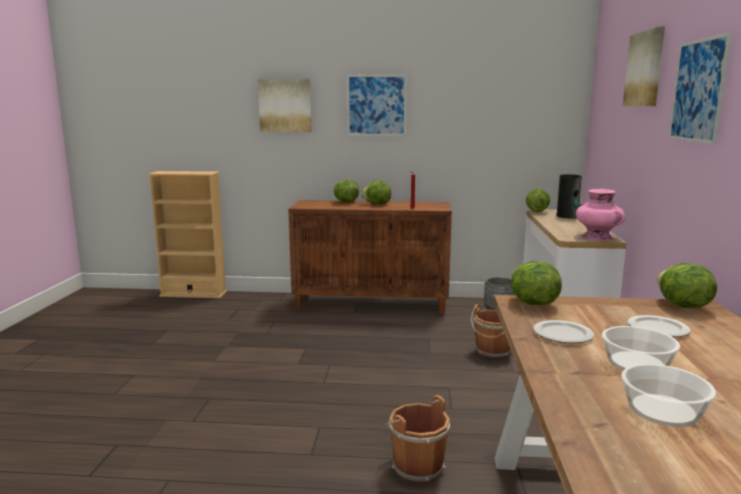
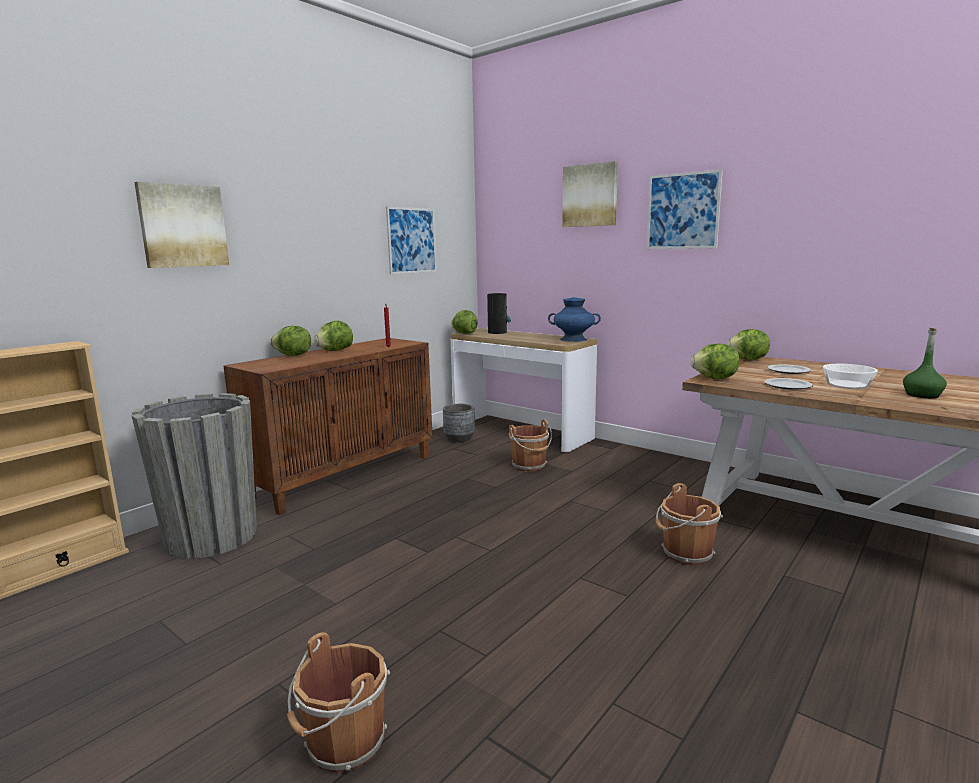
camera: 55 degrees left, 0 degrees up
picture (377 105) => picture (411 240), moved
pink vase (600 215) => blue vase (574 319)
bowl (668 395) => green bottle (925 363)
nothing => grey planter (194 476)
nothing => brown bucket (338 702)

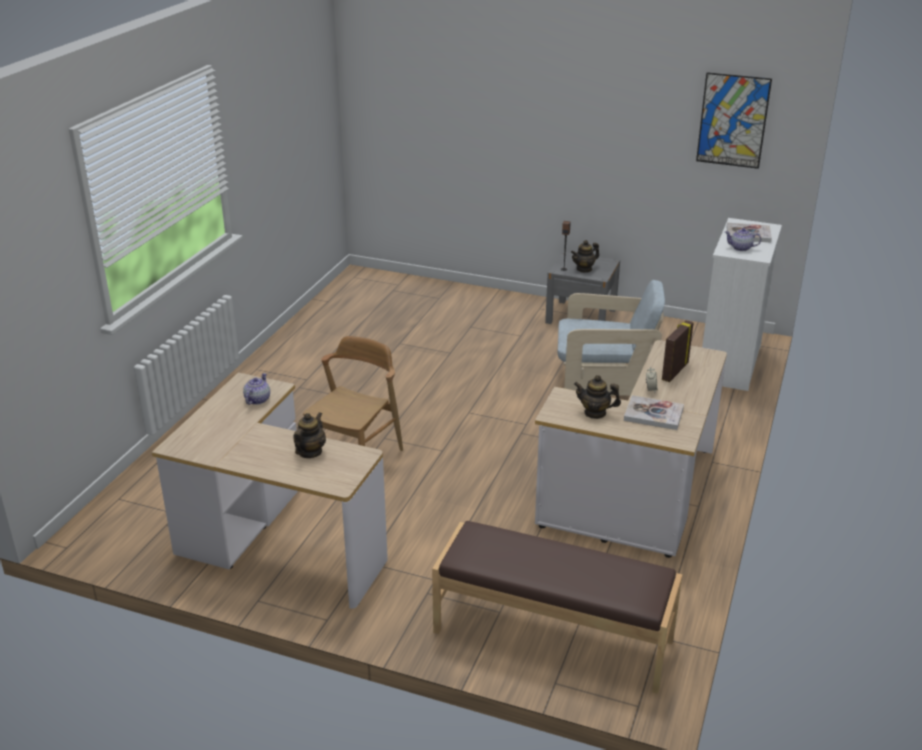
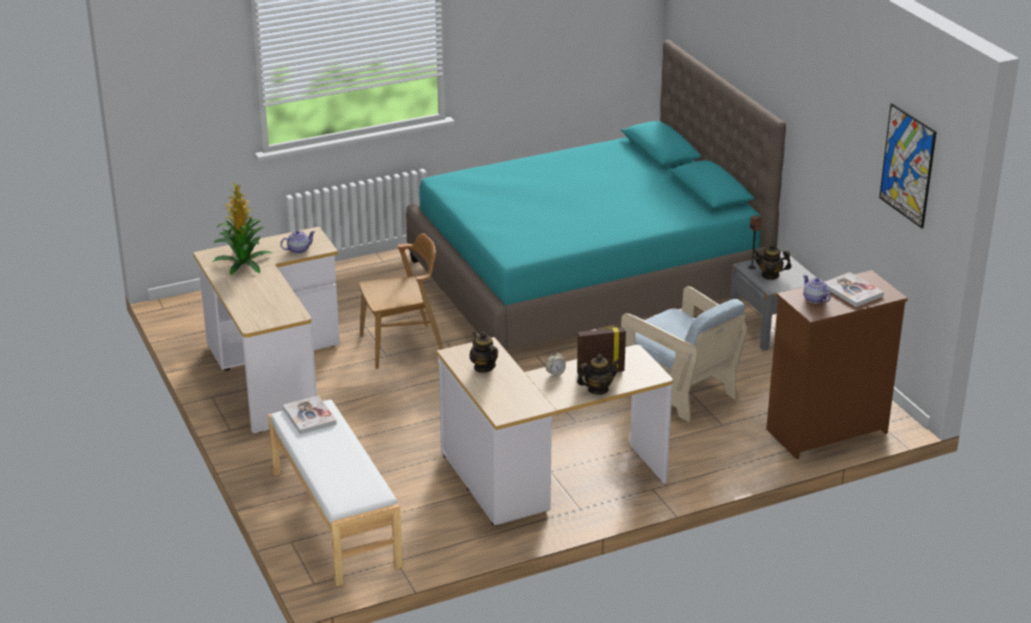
camera: 45 degrees right, 0 degrees up
white dresser (742 304) => brown dresser (837 364)
book (654 412) => book (310 414), moved
teapot (309 435) => teapot (598 374), moved
brown bench (557 607) => white bench (335 492)
nothing => turquoise bed (596 195)
nothing => potted plant (242 228)

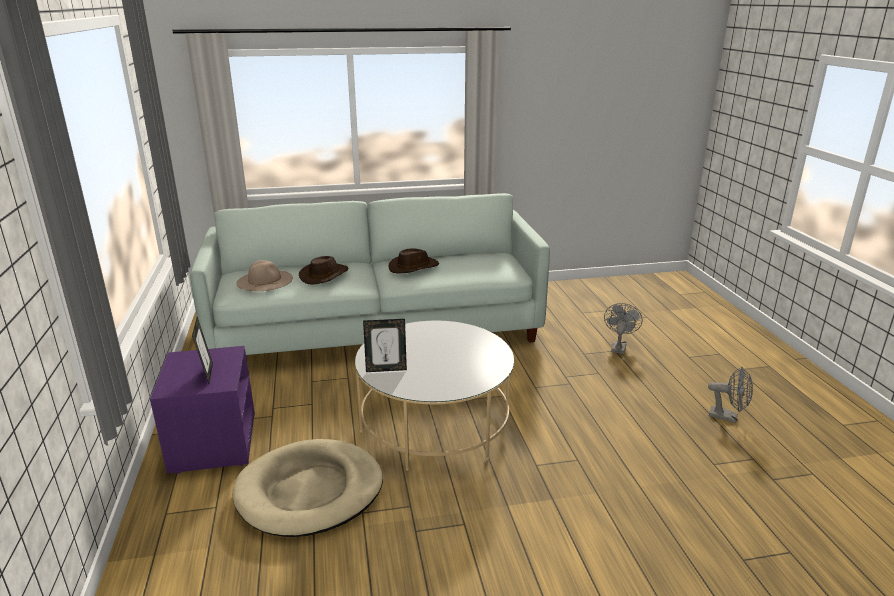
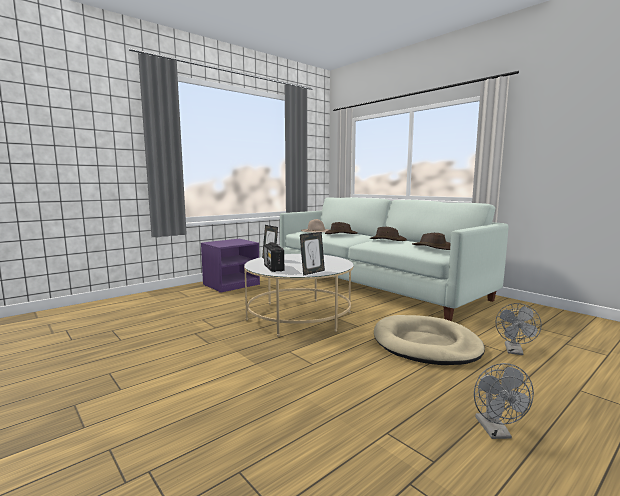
camera: 60 degrees right, 15 degrees down
grey fan (623 328) => grey fan (519 329), 120 degrees clockwise
picture frame (202 350) => picture frame (312 254), moved
beige dog bed (307 488) => beige dog bed (429 340), moved
nothing => brown hat (431 241)
nothing => radio (274 257)

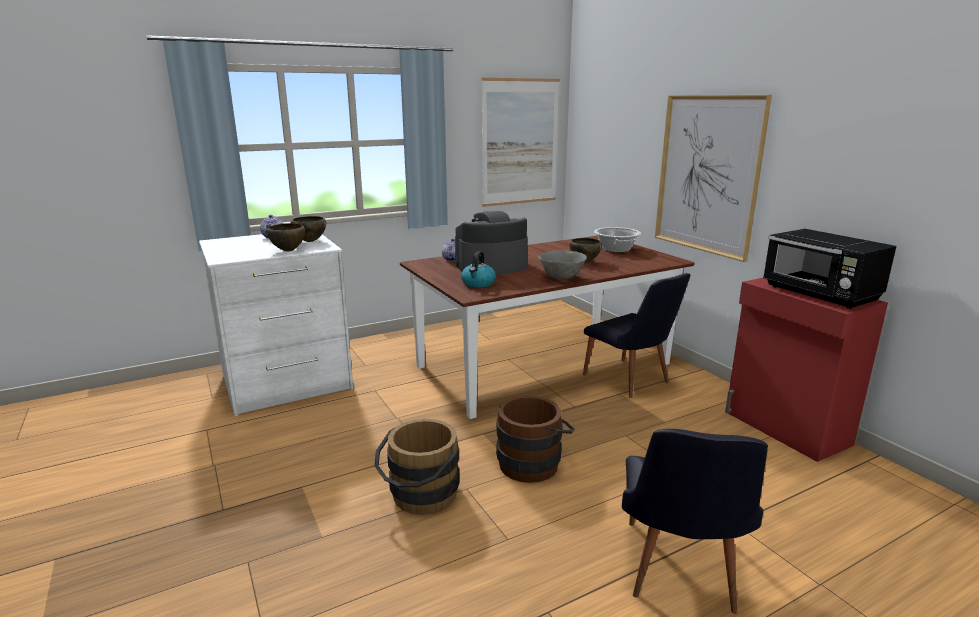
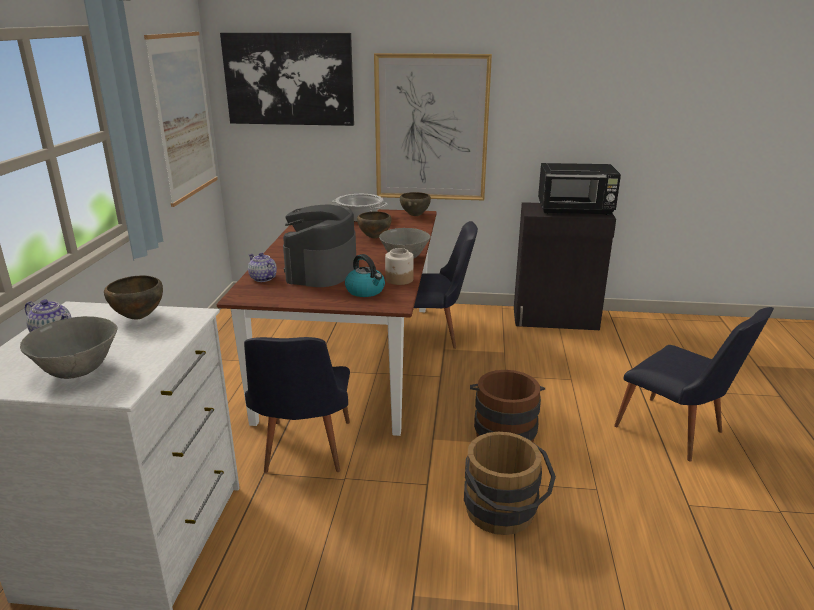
camera: 55 degrees left, 5 degrees up
brown bowl (286 237) => brown bowl (415 204), moved
red cabinet (806 370) => black cabinet (565 266)
nothing => picture (287 79)
nothing => jar (399 266)
nothing => grey bowl (69 347)
nothing => black chair (297 405)

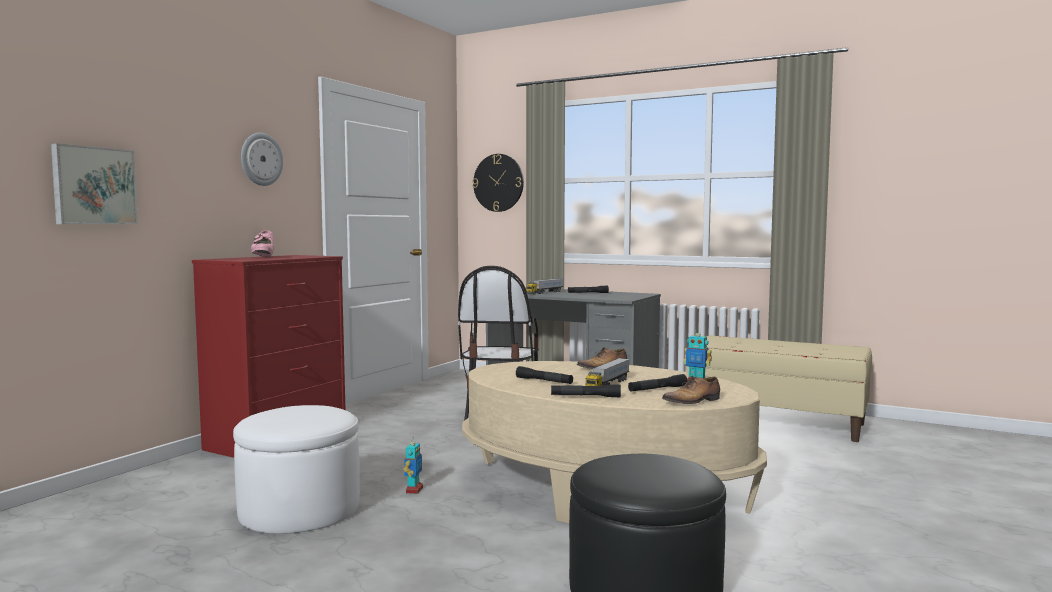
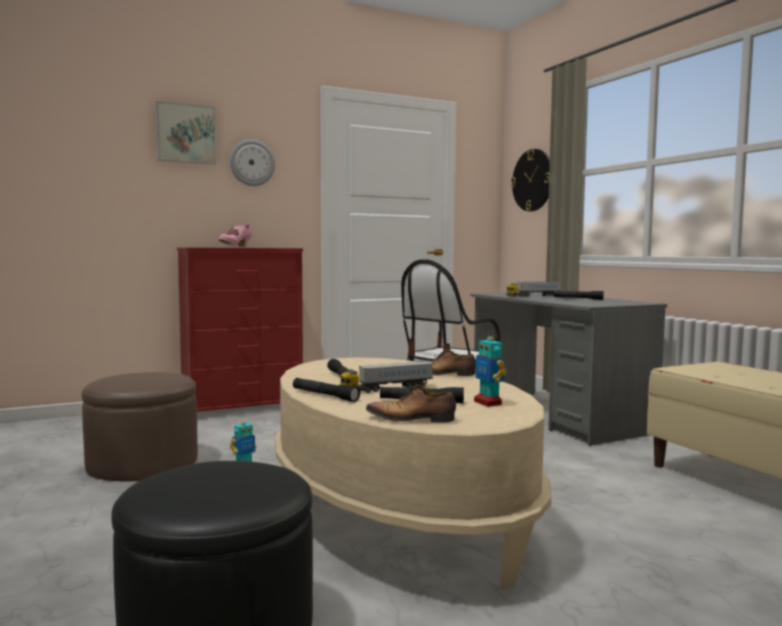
camera: 35 degrees right, 0 degrees up
picture (94 183) => picture (186 132), moved
white ottoman (296 469) => brown ottoman (140 427)

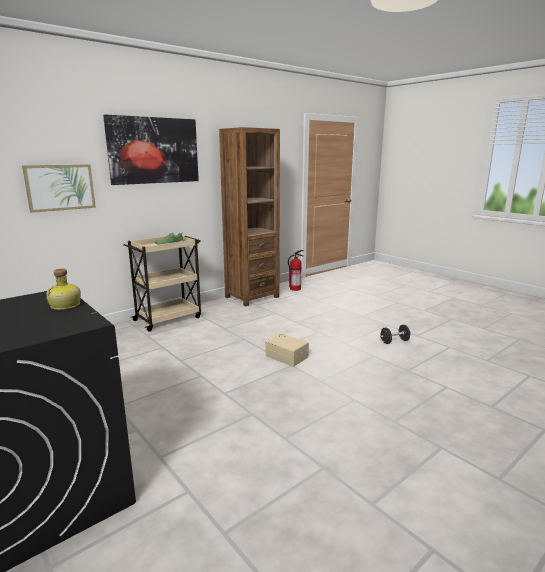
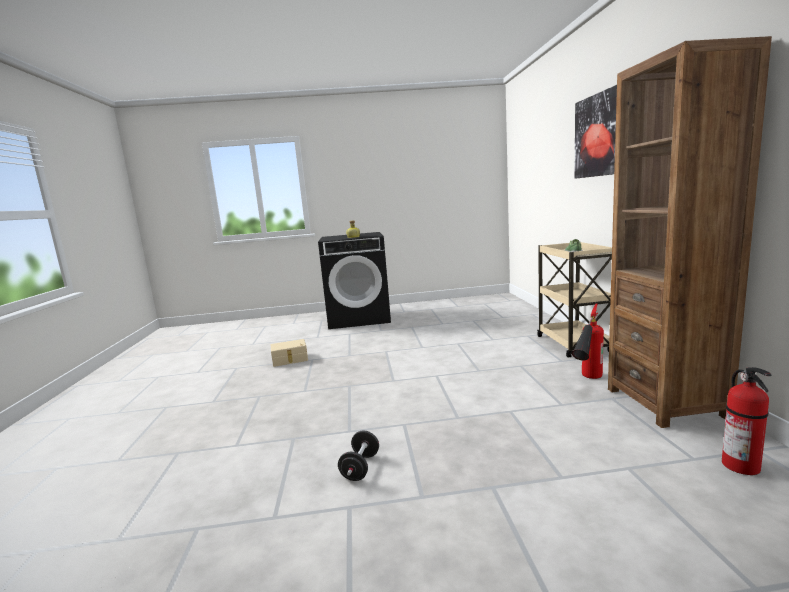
camera: 125 degrees right, 5 degrees down
picture (59 188) => nothing
beige storage box (287 350) => beige storage box (289 353), moved
nothing => fire extinguisher (588 341)

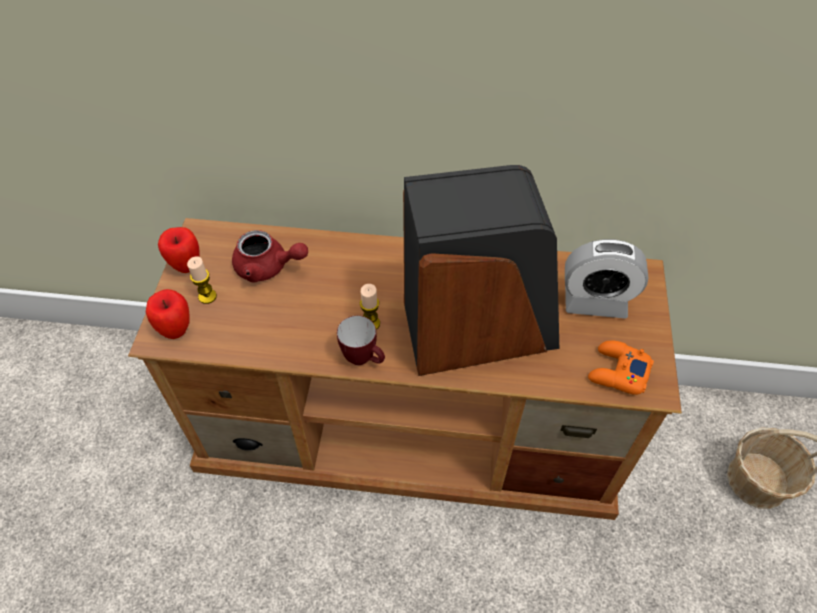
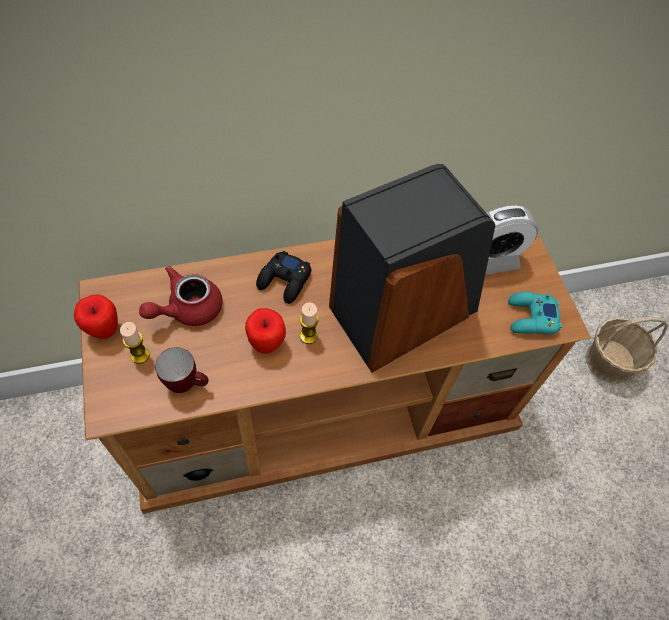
camera: 25 degrees left, 5 degrees up
red teapot (270 256) => red teapot (181 296), 150 degrees clockwise
apple (168 314) => apple (265 331), moved
mug (361 340) => mug (181 370), moved
orange game controller (621 367) => turquoise game controller (535 313)
nothing => black game controller (283 277)

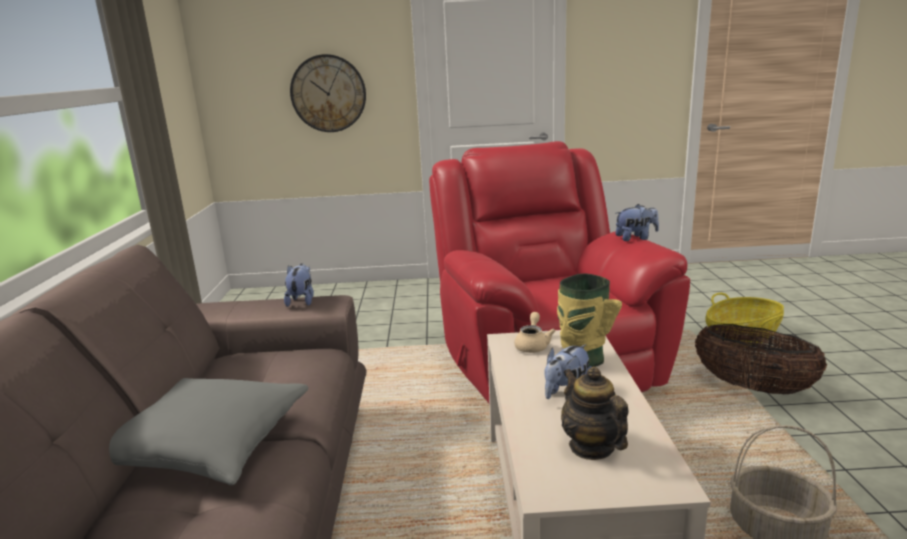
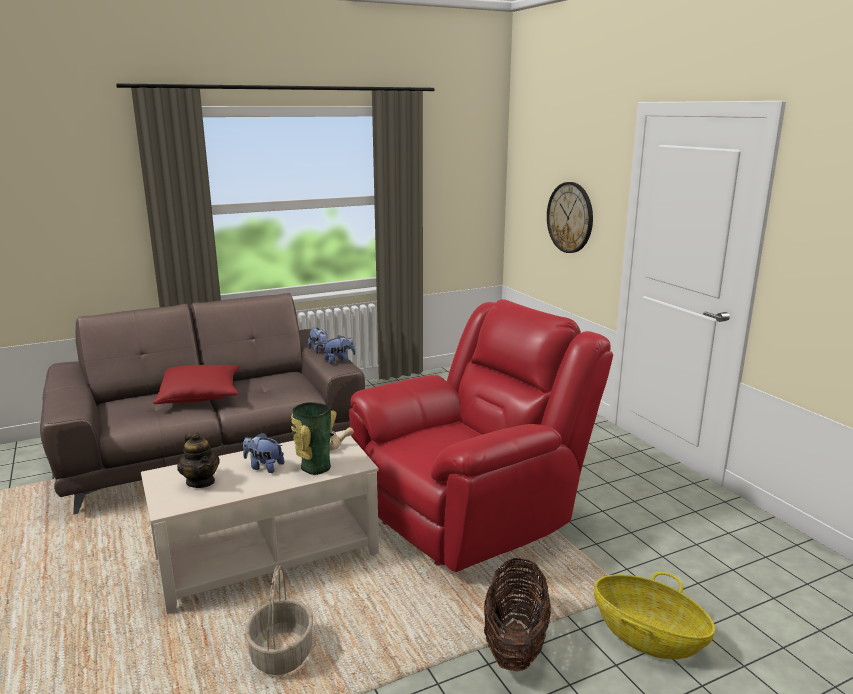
camera: 65 degrees right, 0 degrees up
plush toy (637 222) => plush toy (318 340), moved
teapot (595 413) => teapot (198 460), 105 degrees clockwise
grey pillow (208 431) => red pillow (196 384)

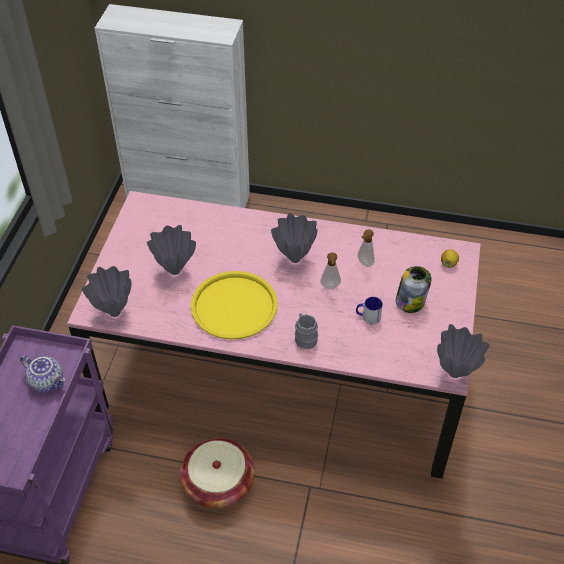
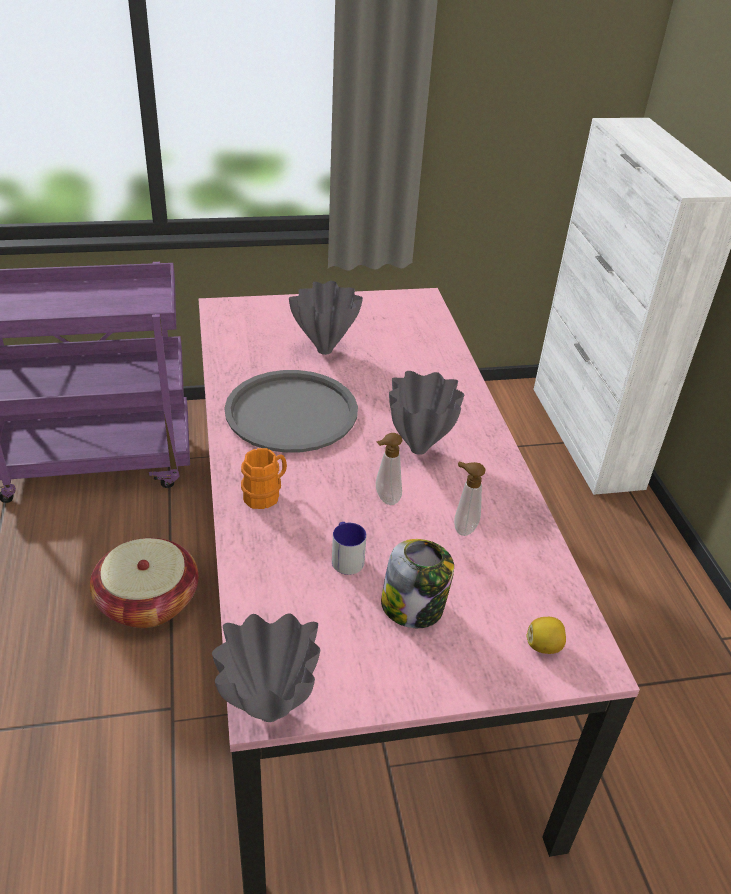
camera: 65 degrees right, 10 degrees down
grey vase (106 291) => nothing
yellow tray (234 305) => grey tray (291 411)
grey mug (306 331) => orange mug (264 478)
teapot (42 373) => nothing

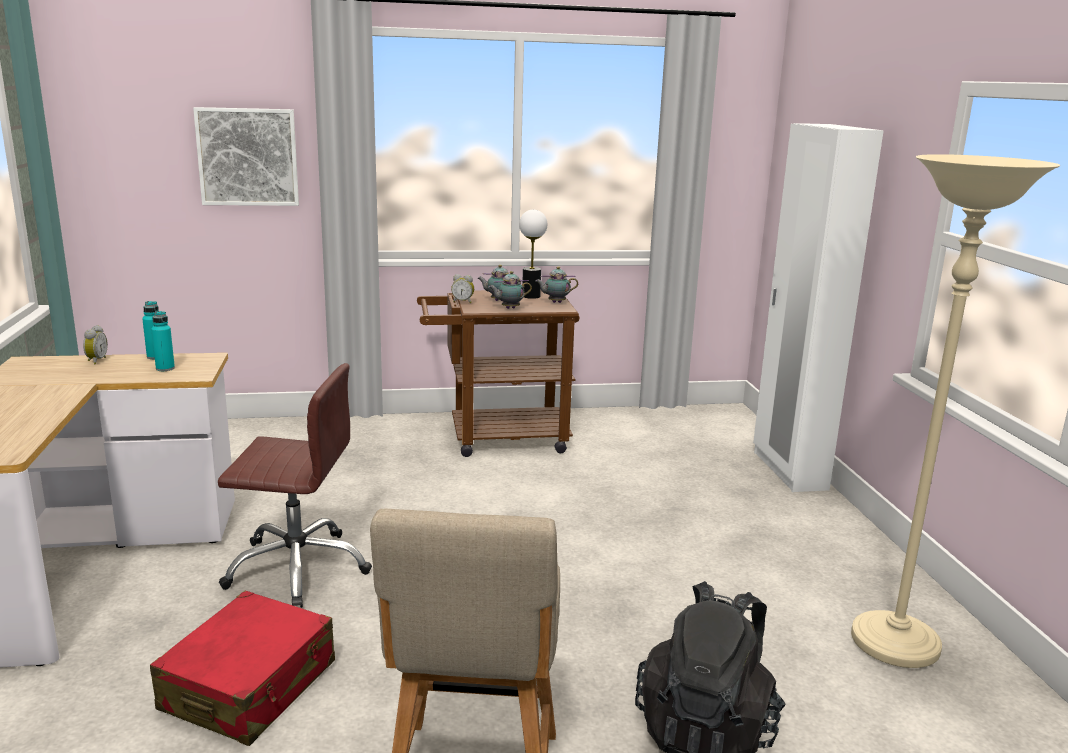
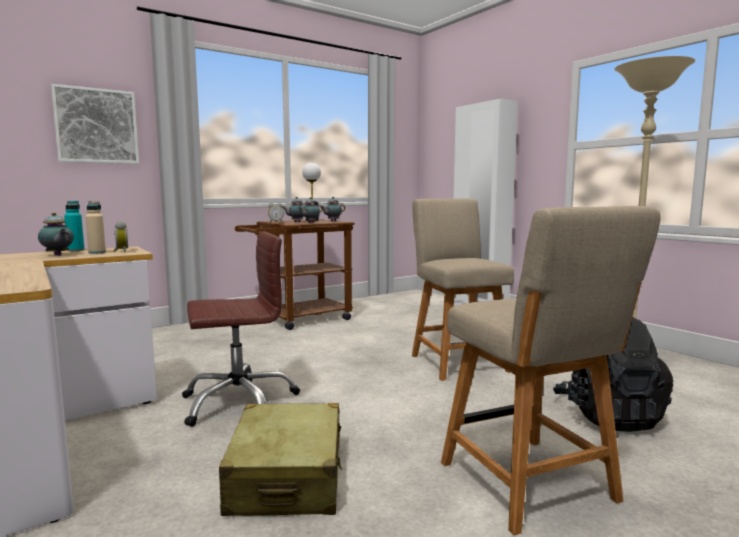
camera: 25 degrees left, 10 degrees down
turquoise bottle (163 341) => beige bottle (95 227)
alarm clock (95 344) => alarm clock (121 236), moved
red suitcase (242 668) => beige suitcase (280 459)
nothing => beige chair (463 289)
nothing => teapot (56 234)

